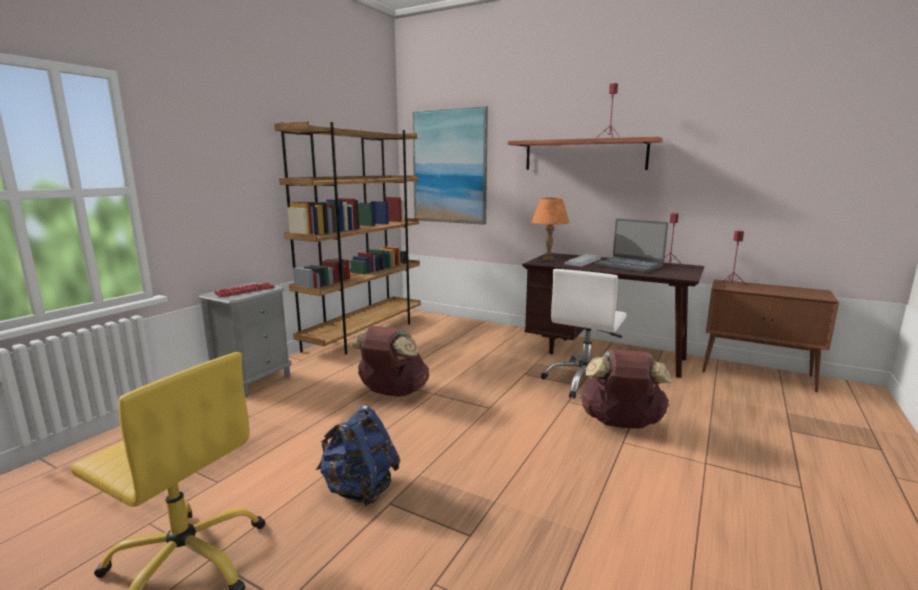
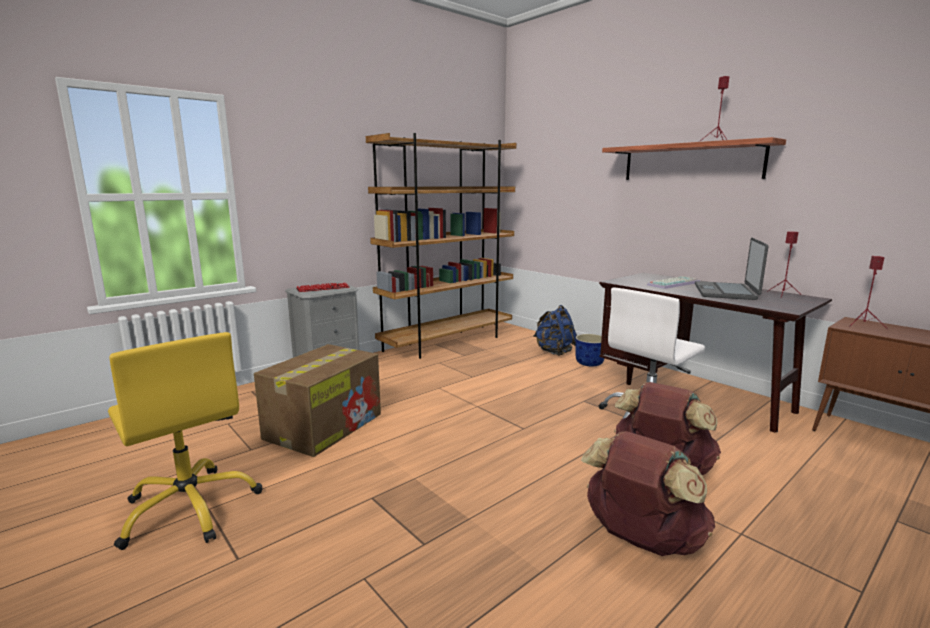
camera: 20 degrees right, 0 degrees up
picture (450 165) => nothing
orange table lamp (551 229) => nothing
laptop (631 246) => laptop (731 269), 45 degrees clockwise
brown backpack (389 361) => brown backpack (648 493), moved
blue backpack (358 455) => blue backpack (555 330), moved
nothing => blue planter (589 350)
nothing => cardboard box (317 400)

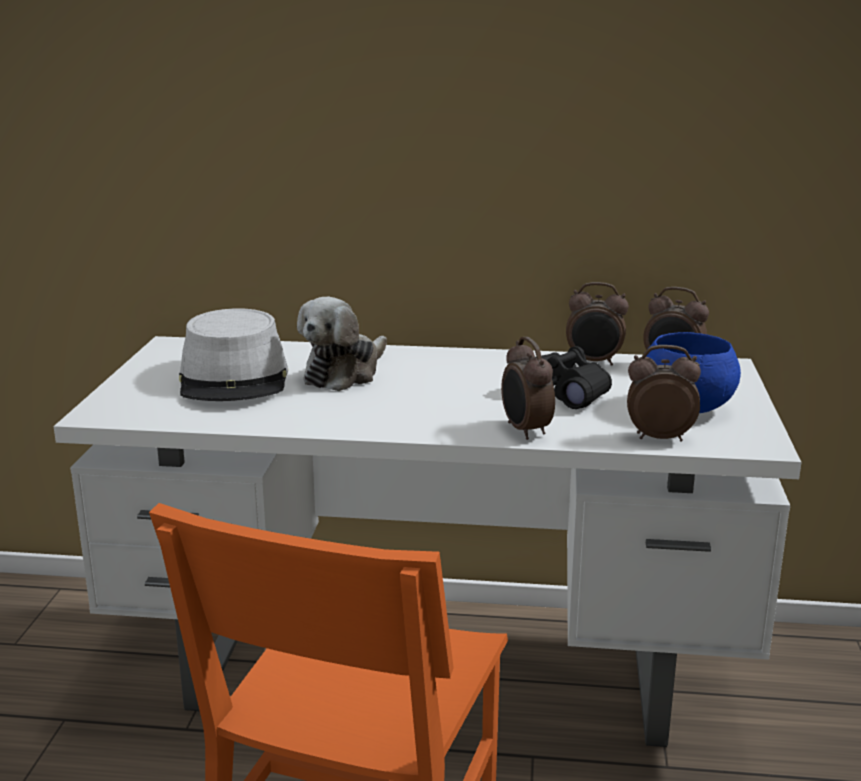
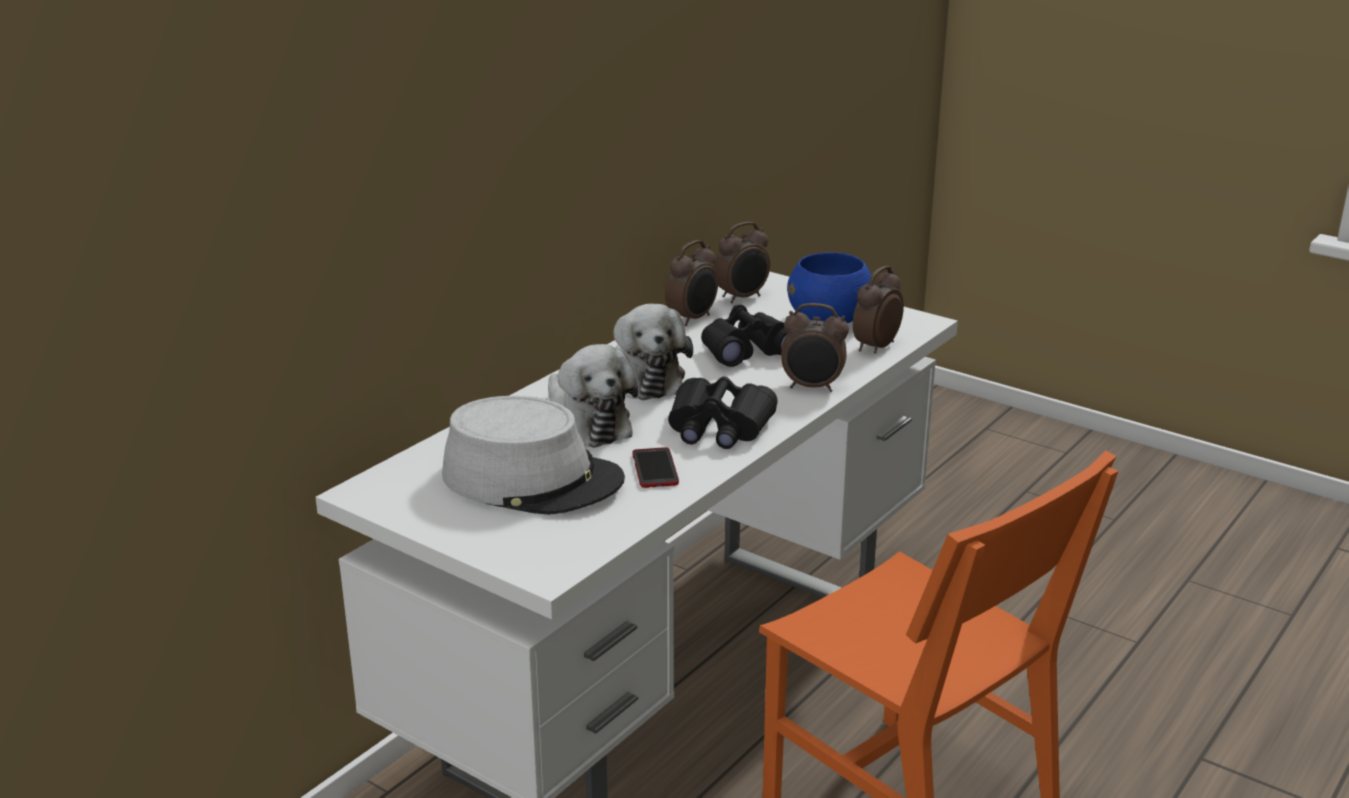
camera: 60 degrees left, 5 degrees up
nothing => plush toy (653 352)
nothing => black binoculars (723 413)
nothing => phone (655 467)

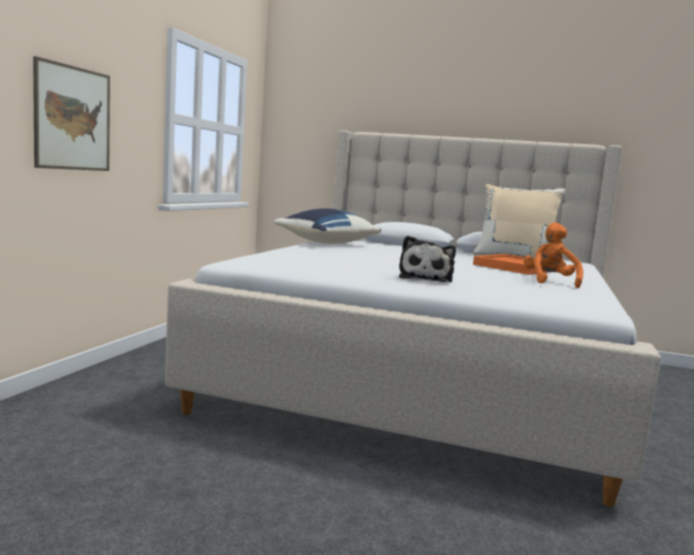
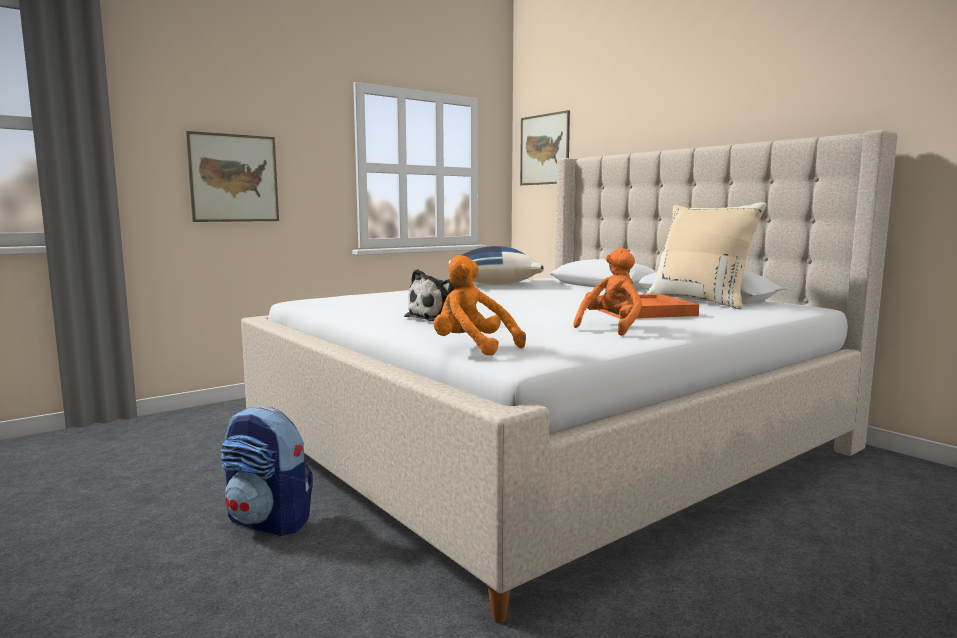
camera: 35 degrees right, 0 degrees up
nothing => picture (545 147)
nothing => orange plush toy (480 305)
nothing => backpack (266 472)

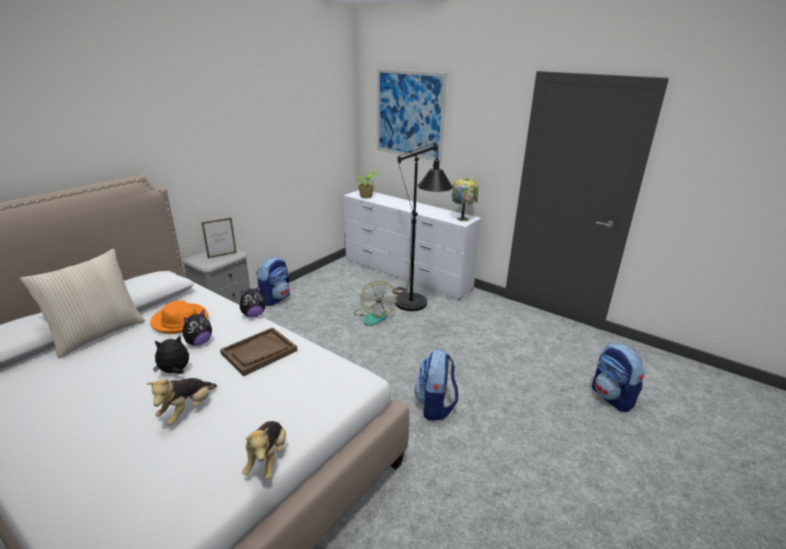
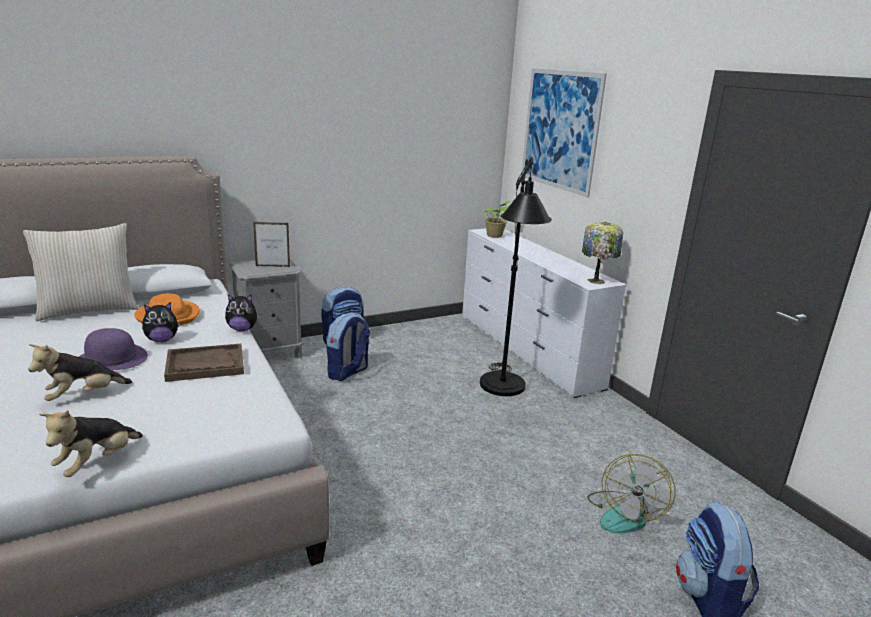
camera: 25 degrees right, 5 degrees down
fan (375 303) => fan (631 493), moved
plush toy (171 355) => purple hat (113 349)
backpack (436 385) => backpack (348 347), moved

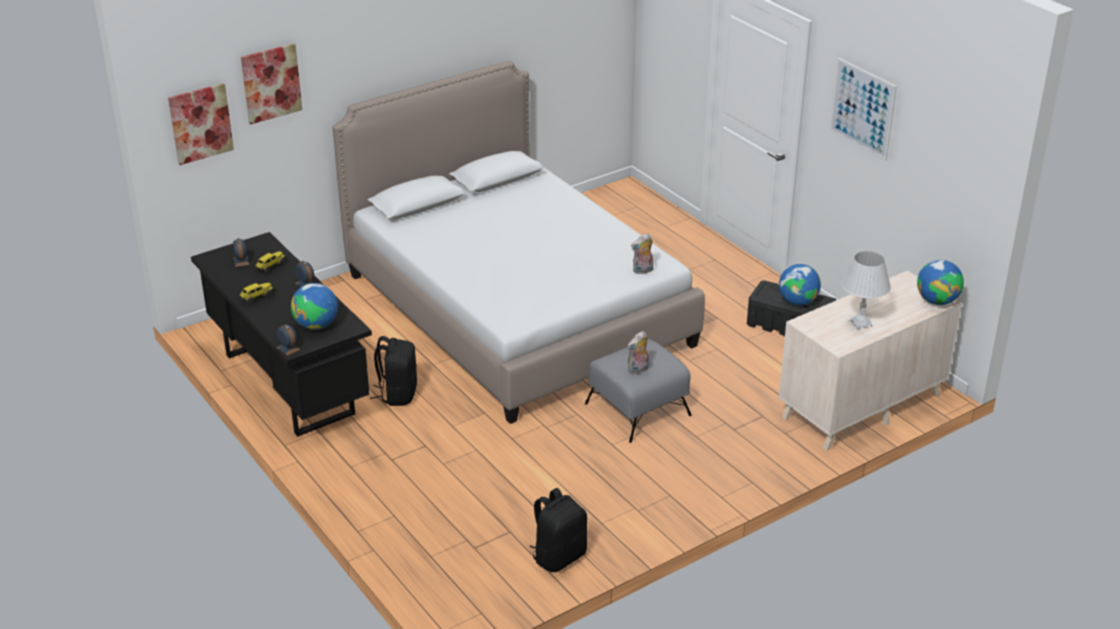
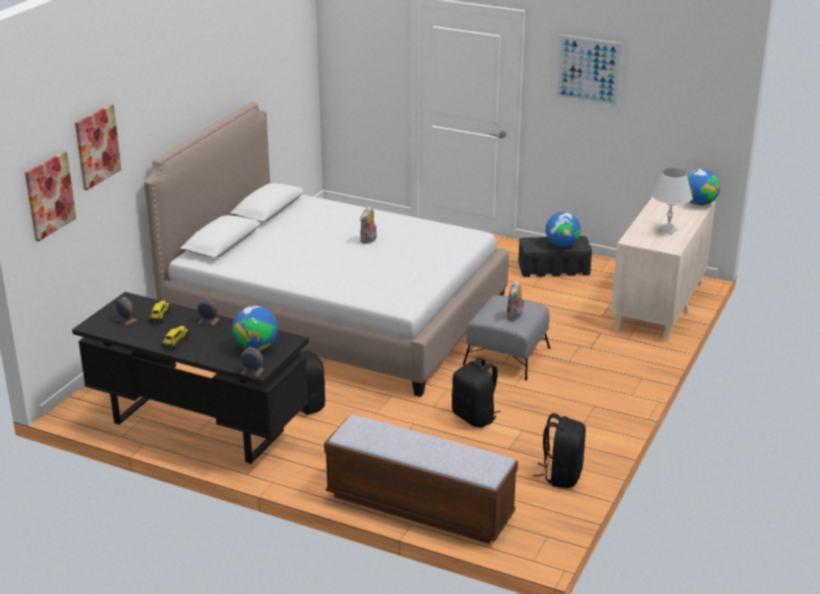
camera: 30 degrees left, 5 degrees down
plush toy (642 253) => plush toy (368 225), moved
nothing => black backpack (476 392)
nothing => bench (421 479)

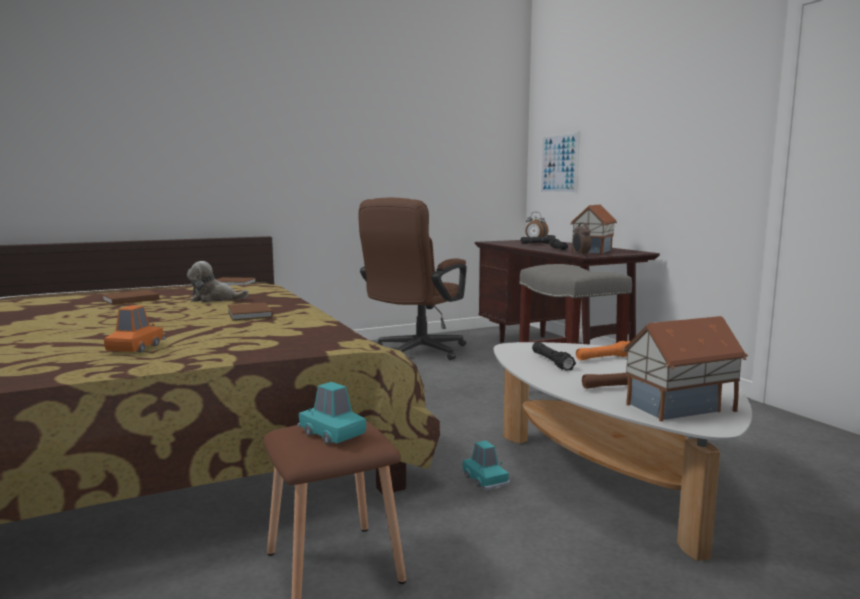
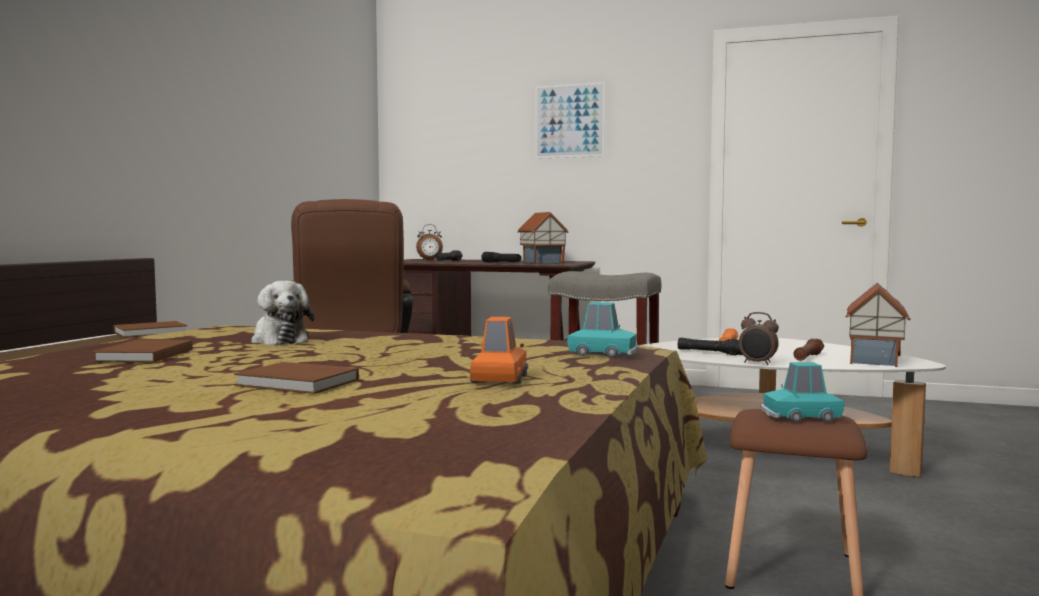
camera: 45 degrees left, 5 degrees down
picture (560 162) => picture (570 120), moved
alarm clock (581 239) => alarm clock (759 338), moved
plush toy (218 281) => plush toy (282 313), 75 degrees counterclockwise
brown book (250 311) => brown book (296 378), moved
orange toy car (134 328) => orange toy car (499 350), 45 degrees clockwise
turquoise toy car (486 465) => turquoise toy car (602 329), moved

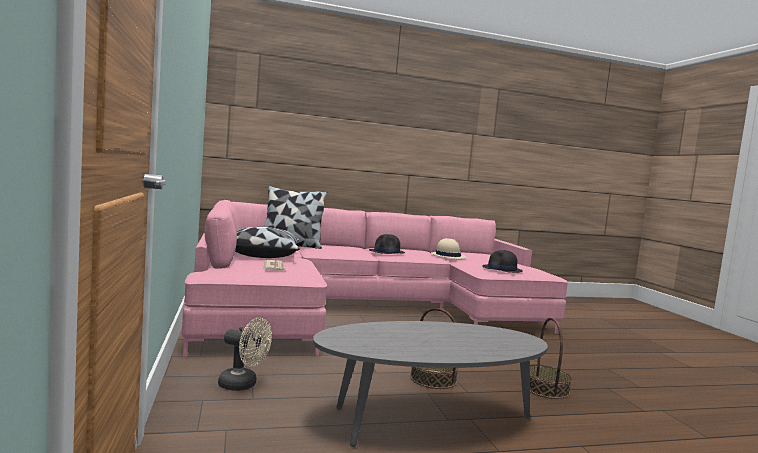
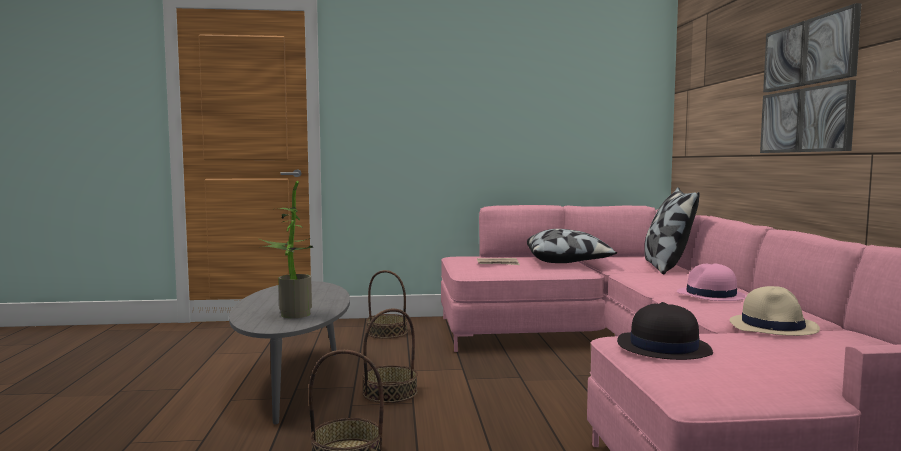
camera: 100 degrees right, 0 degrees up
black hat (387 244) => pink hat (712 282)
beige fan (245 354) => basket (387 304)
nothing => picture (811 78)
nothing => potted plant (286 249)

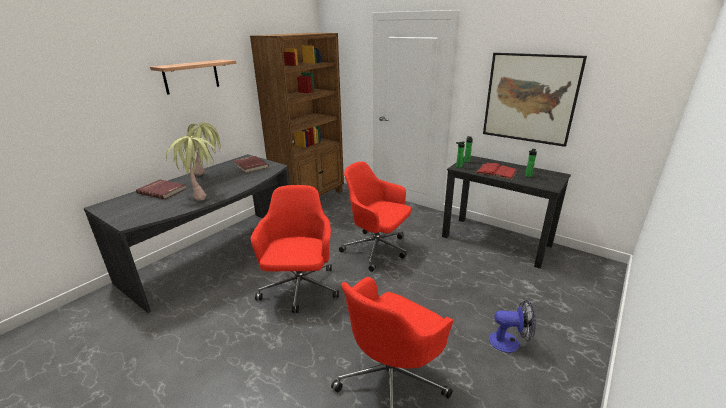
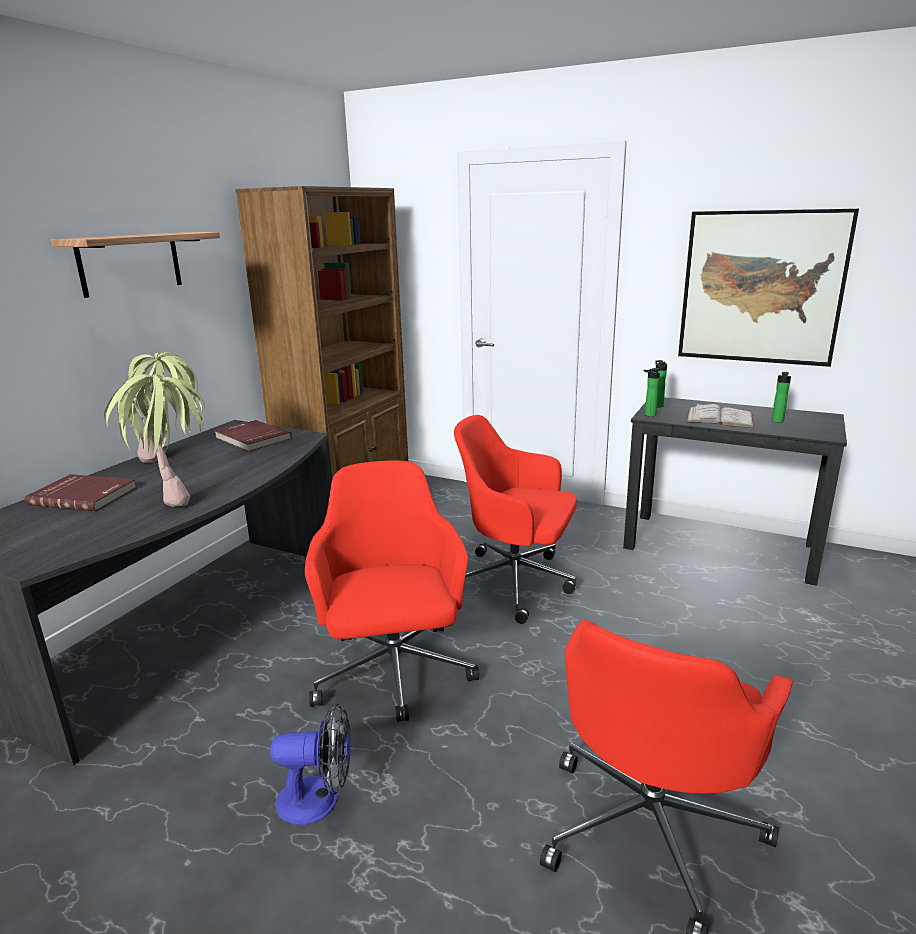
camera: 10 degrees left, 5 degrees down
red book (496 170) => white book (720 415)
fan (512 326) => fan (310 764), moved

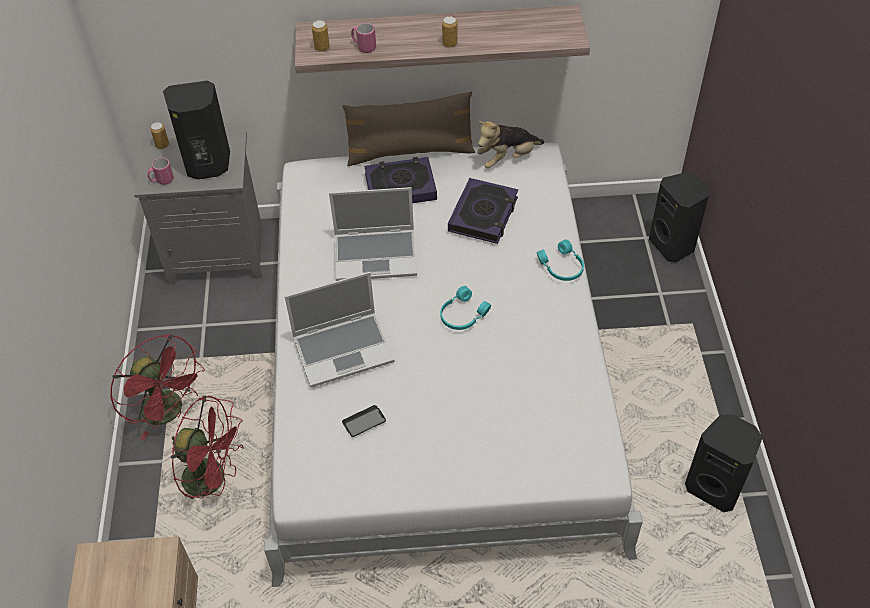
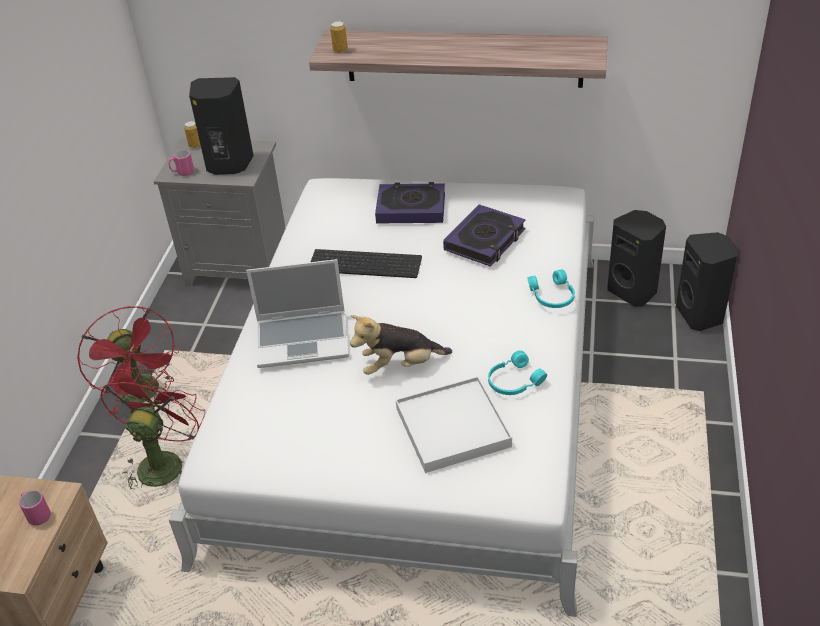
camera: 15 degrees right, 10 degrees down
can (450 32) => nothing
pink mug (363 38) => pink mug (35 508), moved
brown pillow (409 128) => nothing
plush toy (510 144) => plush toy (401 345), moved
laptop (373 234) => keyboard (366 263)
turquoise headphones (465 308) => turquoise headphones (517 372), moved
red fan (207 447) => red fan (152 431), 105 degrees counterclockwise
phone (364 421) => nothing
black speaker (724 463) => black speaker (636 258), moved
nothing => white tray (454 424)

